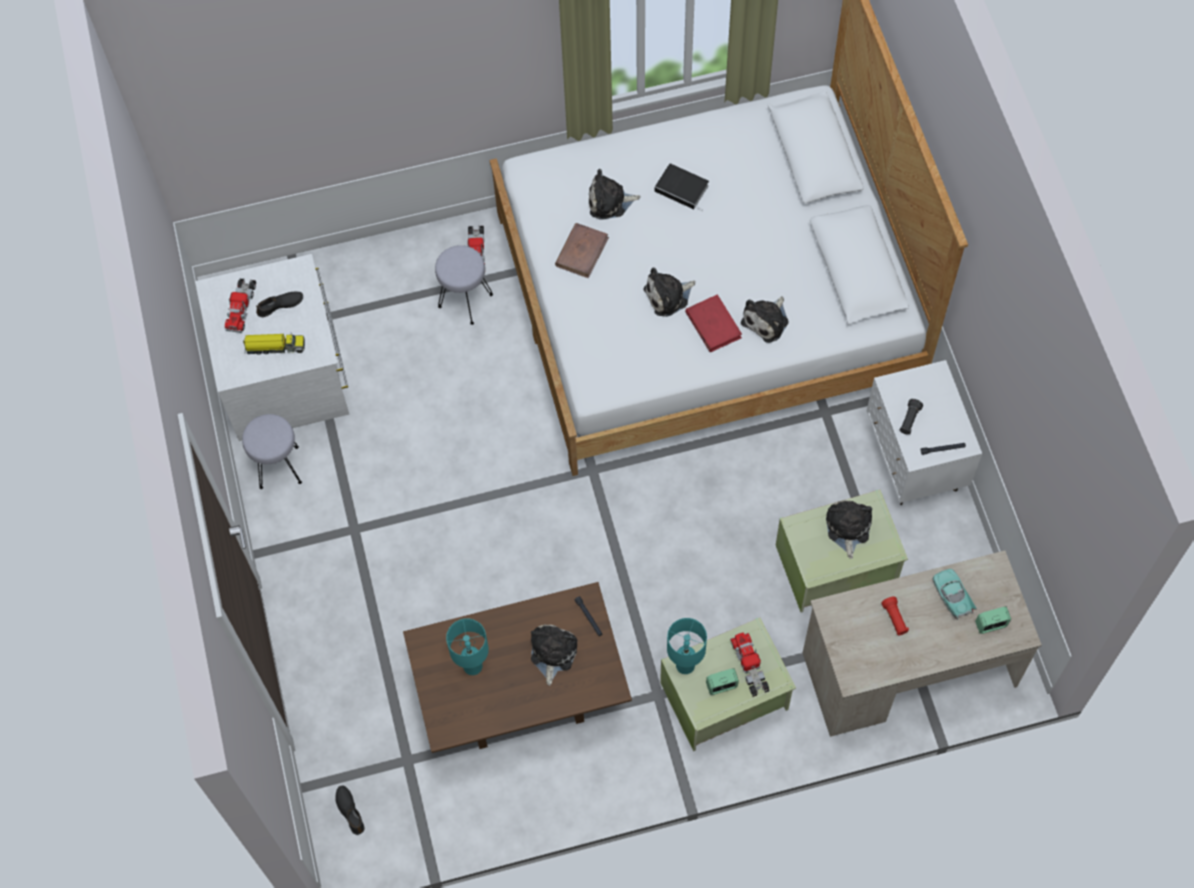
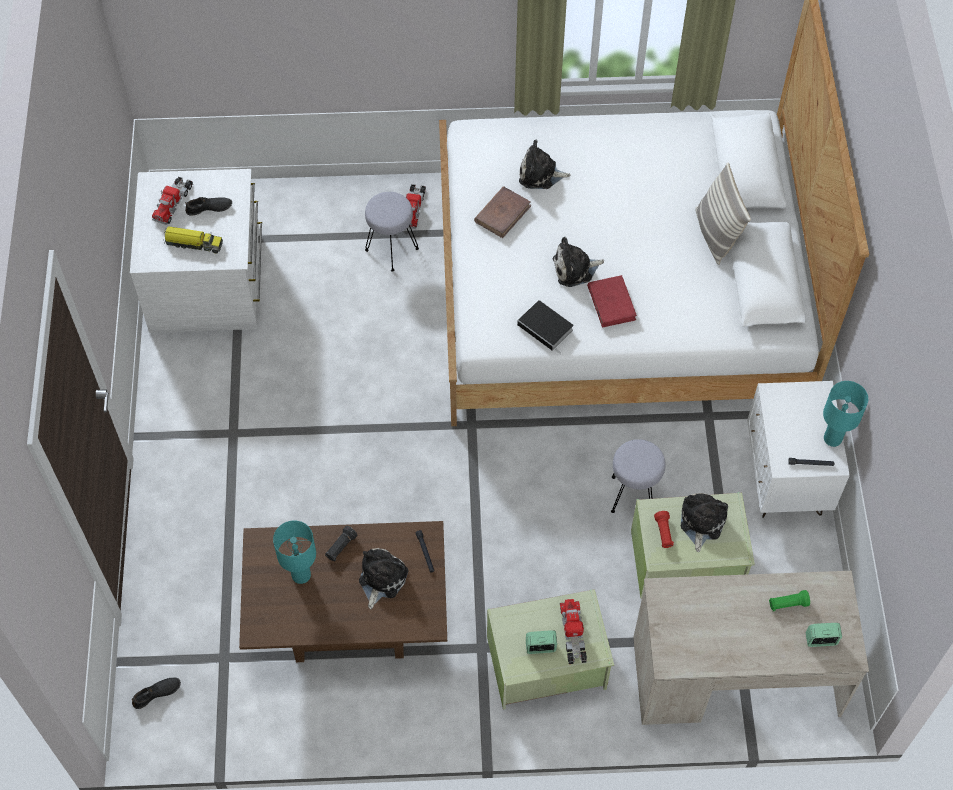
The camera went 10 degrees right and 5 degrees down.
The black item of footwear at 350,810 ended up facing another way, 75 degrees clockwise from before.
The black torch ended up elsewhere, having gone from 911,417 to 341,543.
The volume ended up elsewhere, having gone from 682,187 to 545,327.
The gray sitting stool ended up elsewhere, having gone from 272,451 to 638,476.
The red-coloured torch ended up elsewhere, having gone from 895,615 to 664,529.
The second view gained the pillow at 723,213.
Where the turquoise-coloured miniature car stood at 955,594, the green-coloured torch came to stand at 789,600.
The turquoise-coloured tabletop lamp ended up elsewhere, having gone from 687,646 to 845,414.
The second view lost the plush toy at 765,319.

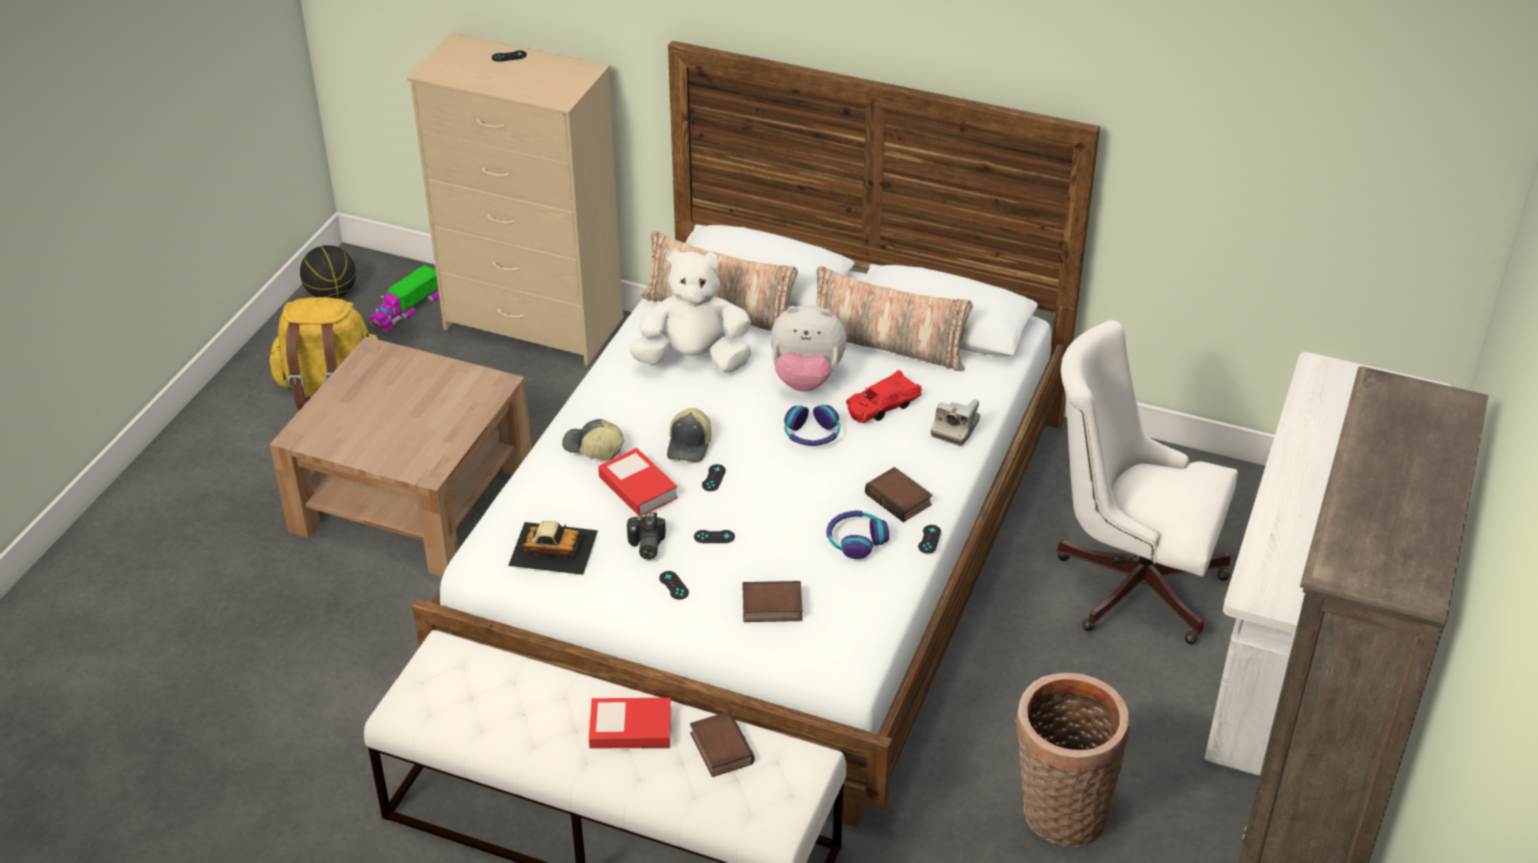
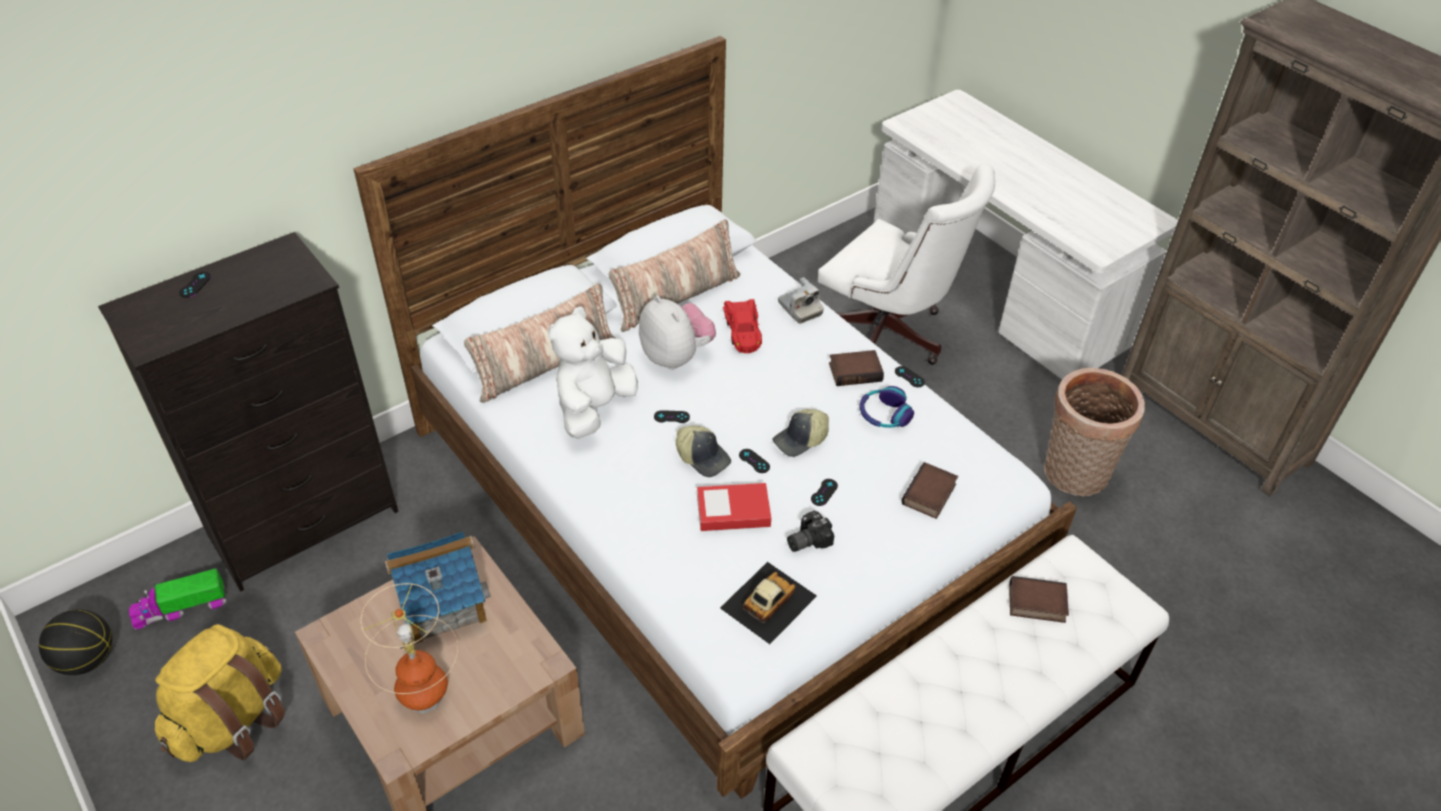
The camera went 60 degrees left and 5 degrees up.
What was the beige dresser at 515,199 turned into the black dresser at 248,412.
The model truck at 404,298 ended up facing another way, 90 degrees clockwise from before.
The second view gained the tabletop lamp at 409,648.
The second view gained the toy house at 438,587.
The plush toy at 808,348 ended up facing another way, 75 degrees counterclockwise from before.
The black game controller ended up elsewhere, having gone from 674,585 to 672,416.
The cap ended up elsewhere, having gone from 593,439 to 800,433.
The still camera at 646,536 ended up facing another way, 120 degrees clockwise from before.
The white computer chair at 1147,482 ended up facing another way, 105 degrees counterclockwise from before.
The second view lost the volume at 630,723.
The second view lost the headphones at 812,425.

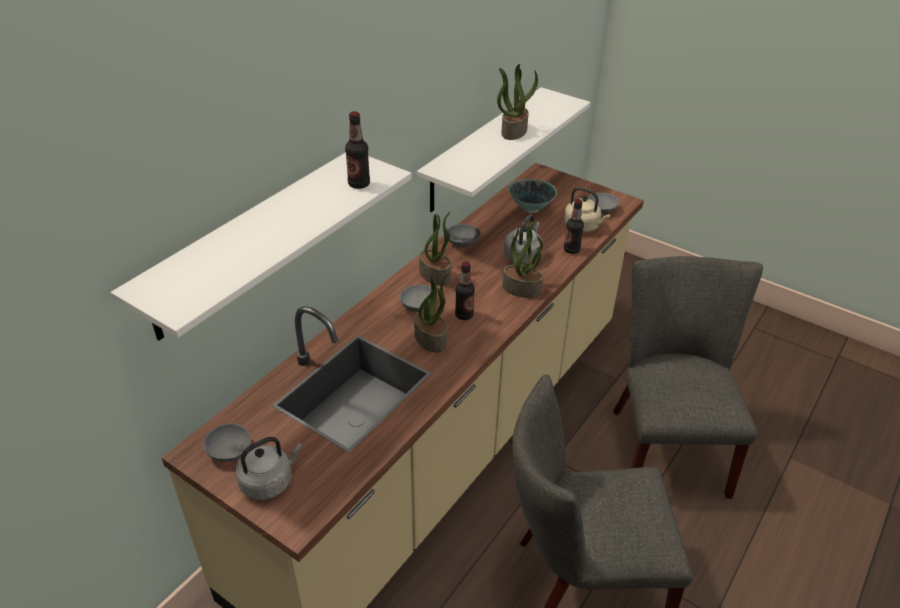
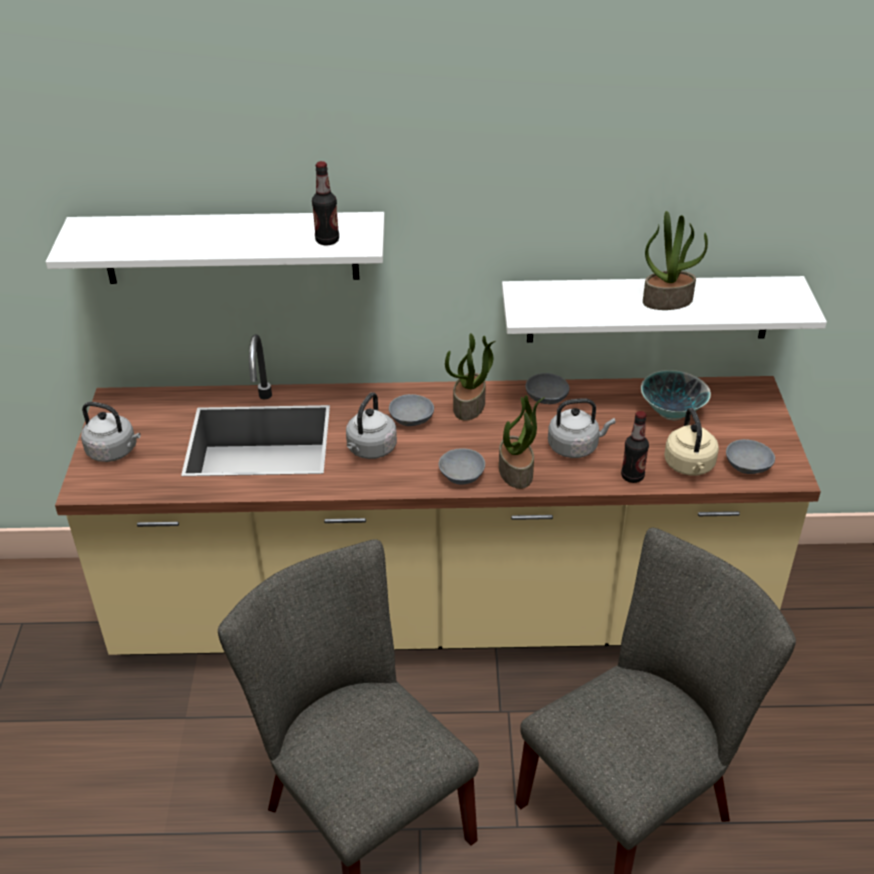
The camera went 55 degrees right and 0 degrees up.
Where the potted plant stood at 432,313, the gray tea kettle came to stand at 371,425.
The gray bowl ended up elsewhere, having gone from 227,442 to 462,466.
The second view lost the drink bottle at 465,290.

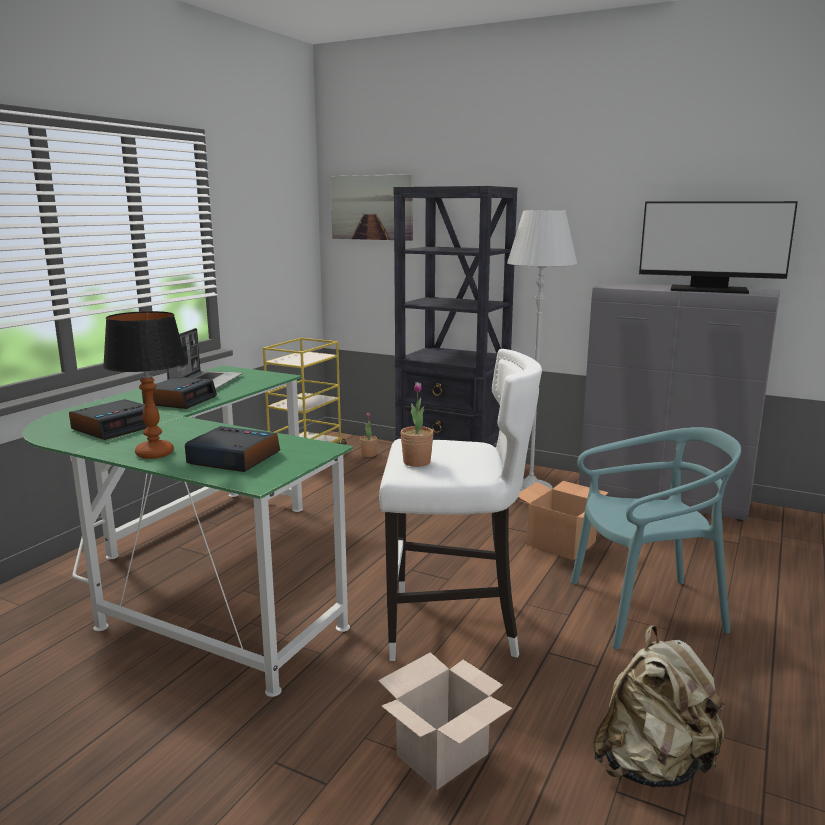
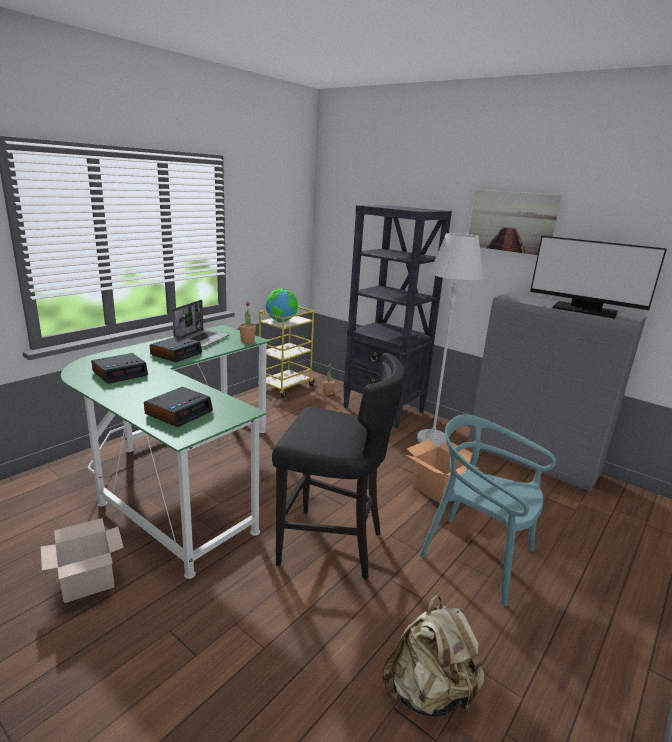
The camera went 10 degrees right and 5 degrees up.
The packing box ended up elsewhere, having gone from 445,721 to 82,560.
The bedside clock at 232,449 ended up facing another way, 90 degrees clockwise from before.
The potted plant ended up elsewhere, having gone from 417,424 to 247,322.
The second view gained the world globe at 282,305.
What was the white sitting stool at 460,505 turned into the black sitting stool at 338,466.
The turquoise-coloured chair at 656,538 ended up facing another way, 150 degrees counterclockwise from before.
The picture ended up elsewhere, having gone from 371,207 to 515,222.
The second view lost the tabletop lamp at 145,385.

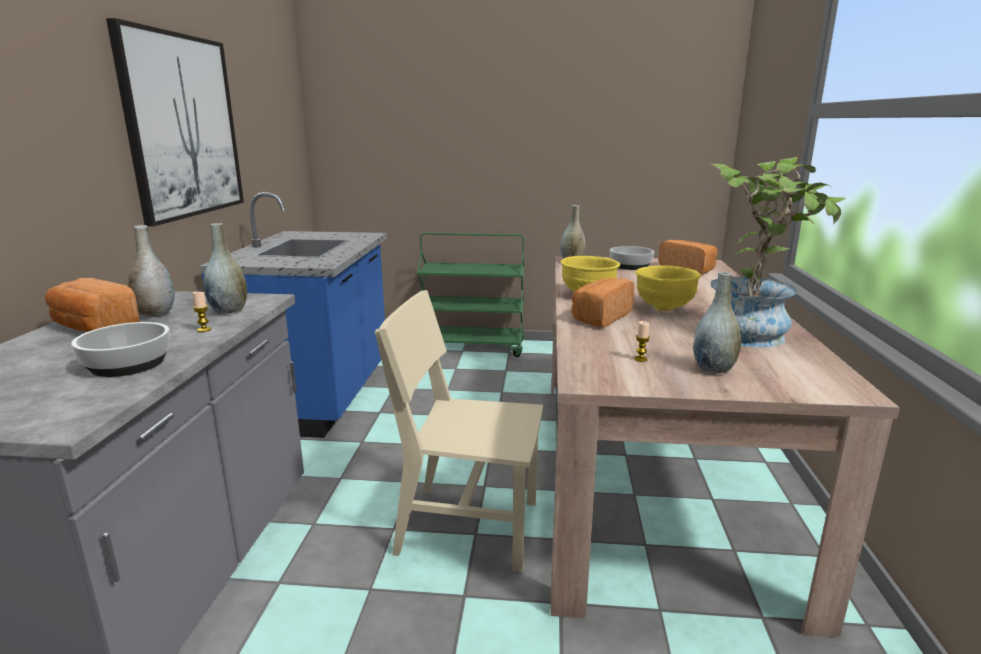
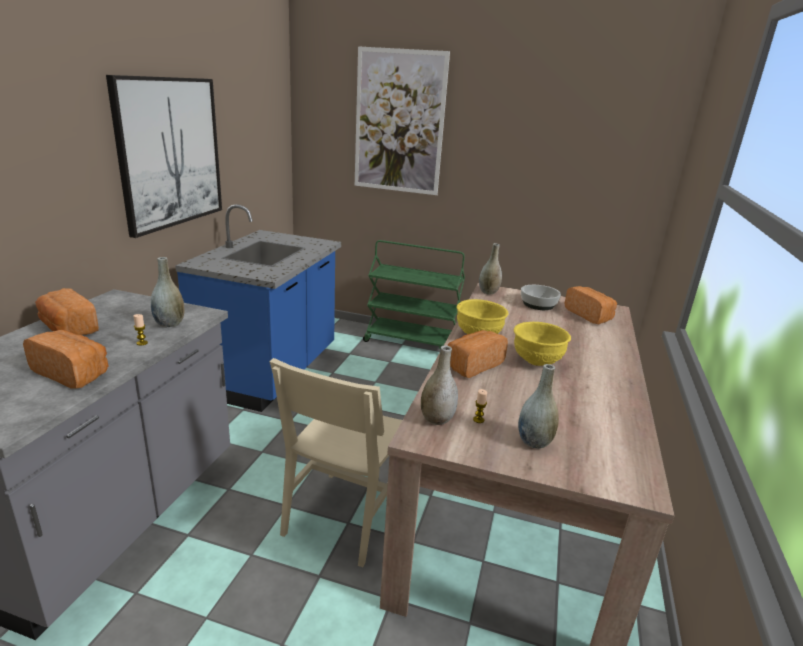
The camera went 10 degrees right and 5 degrees up.
Where the bowl stood at 120,349, the baked bread came to stand at 65,359.
The beige chair at 459,431 ended up facing another way, 90 degrees counterclockwise from before.
The second view gained the picture at 402,120.
The gray decorative vase ended up elsewhere, having gone from 151,271 to 439,385.
The second view lost the potted plant at 777,252.

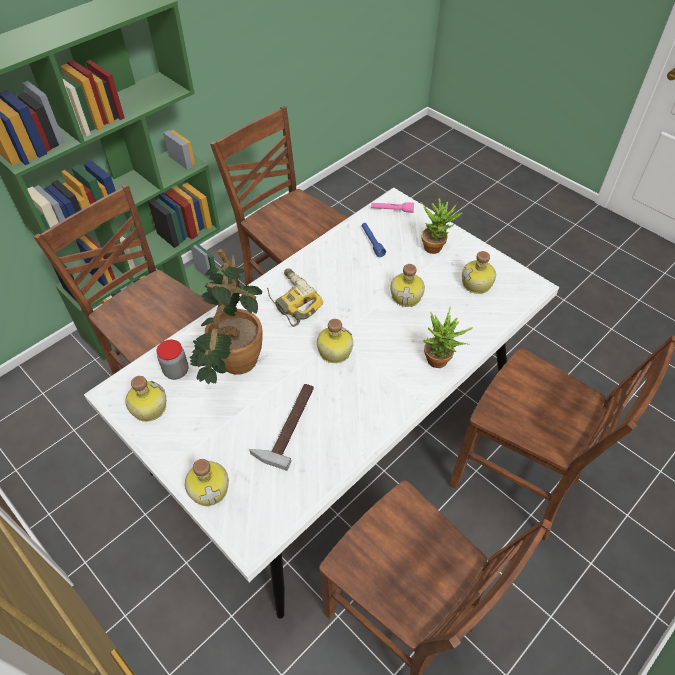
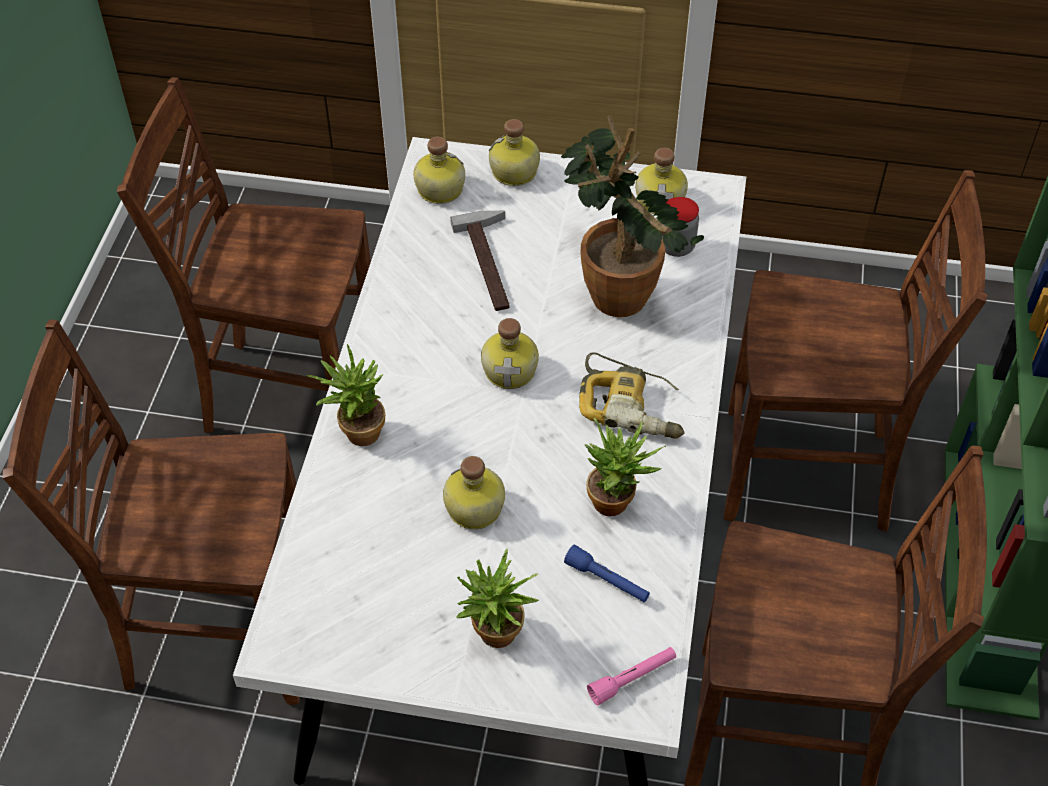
The camera went 145 degrees right and 0 degrees up.
The drink bottle ended up elsewhere, having gone from 479,272 to 439,170.
The second view gained the potted plant at 625,466.

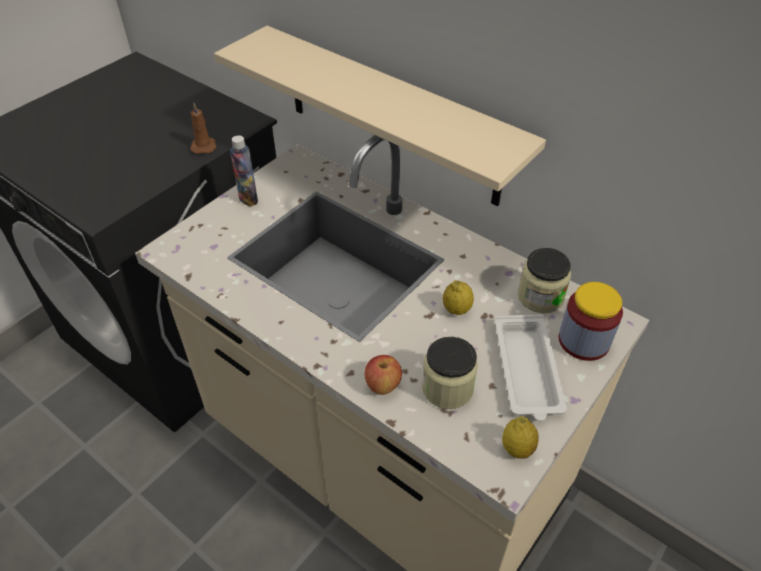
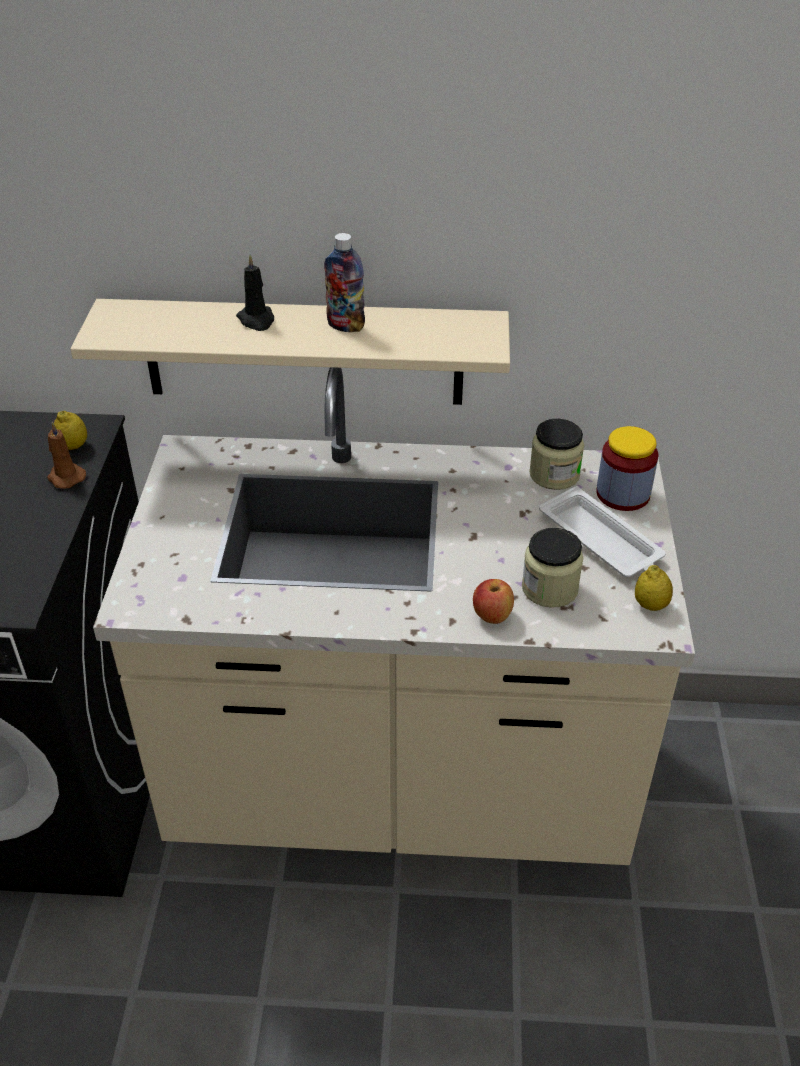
The camera went 35 degrees left and 5 degrees down.
The lemon ended up elsewhere, having gone from 458,297 to 70,430.
The second view gained the black wax light at 255,293.
The drink bottle ended up elsewhere, having gone from 244,171 to 344,282.

